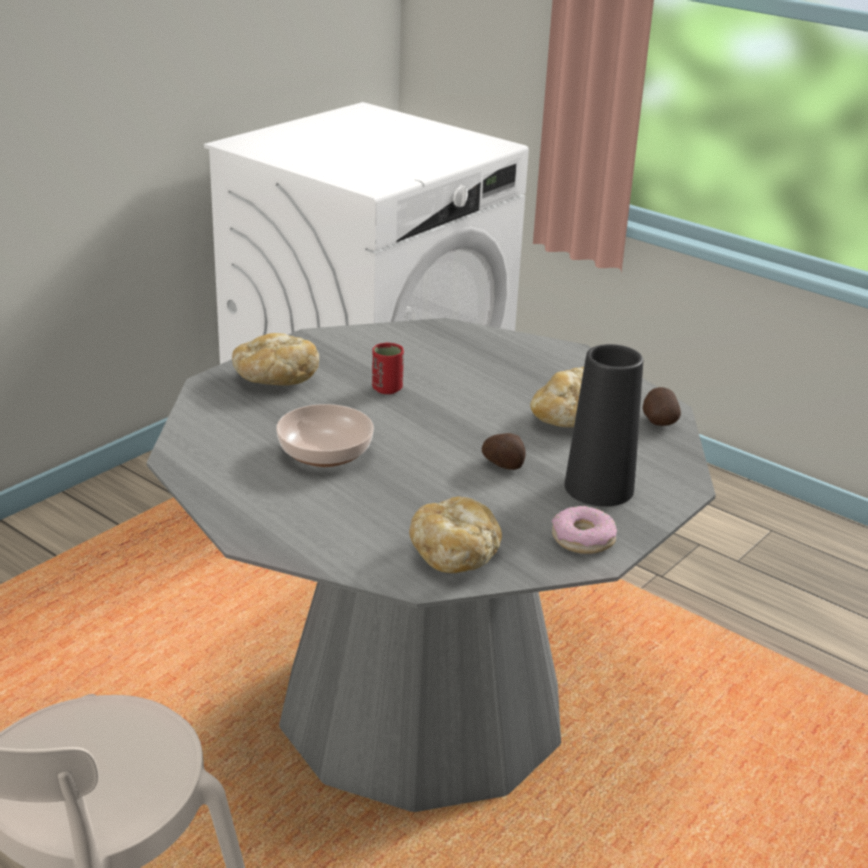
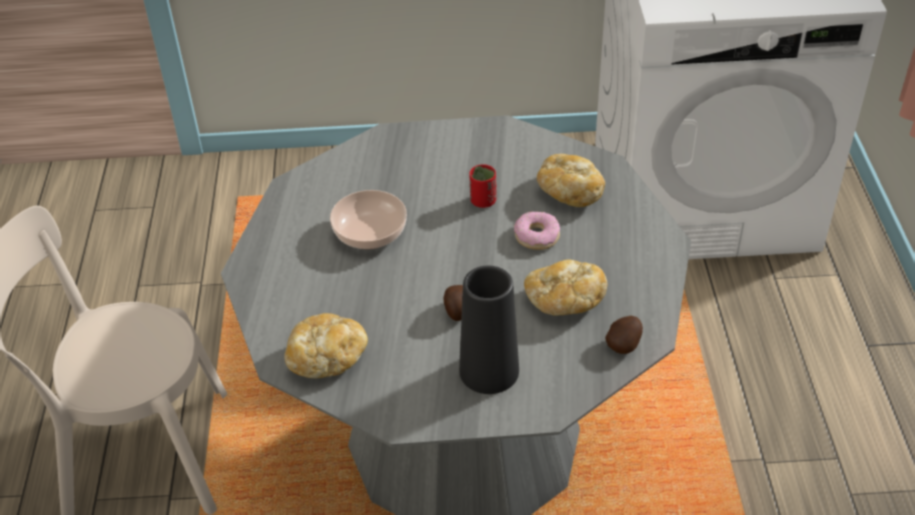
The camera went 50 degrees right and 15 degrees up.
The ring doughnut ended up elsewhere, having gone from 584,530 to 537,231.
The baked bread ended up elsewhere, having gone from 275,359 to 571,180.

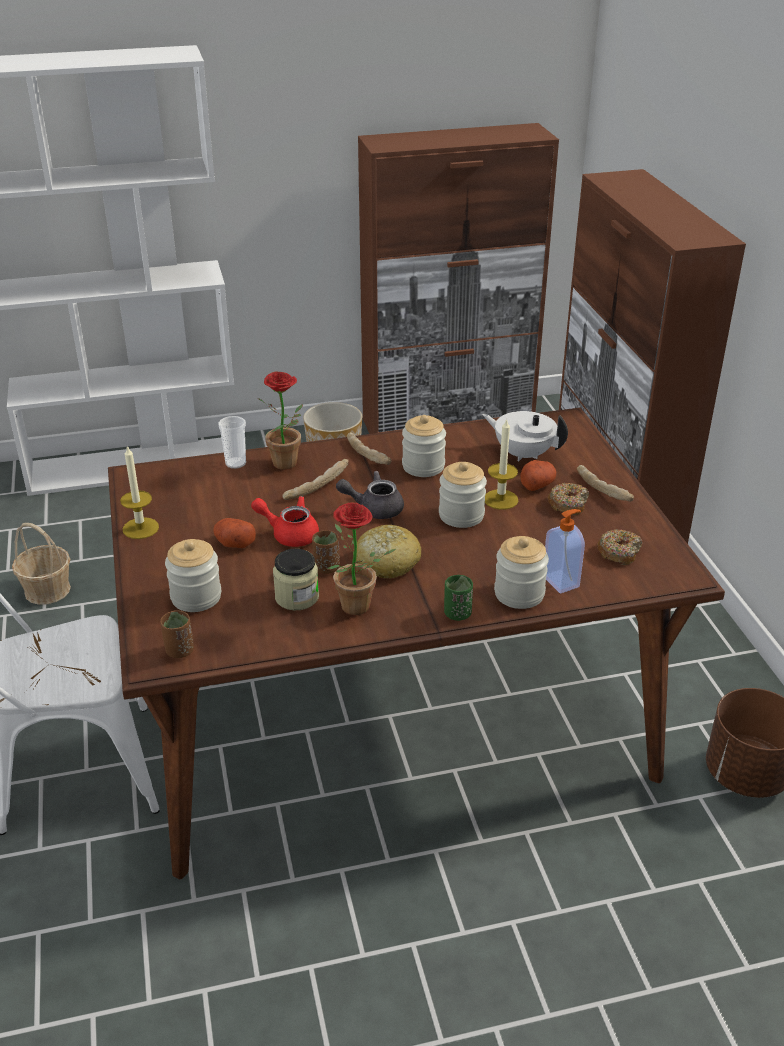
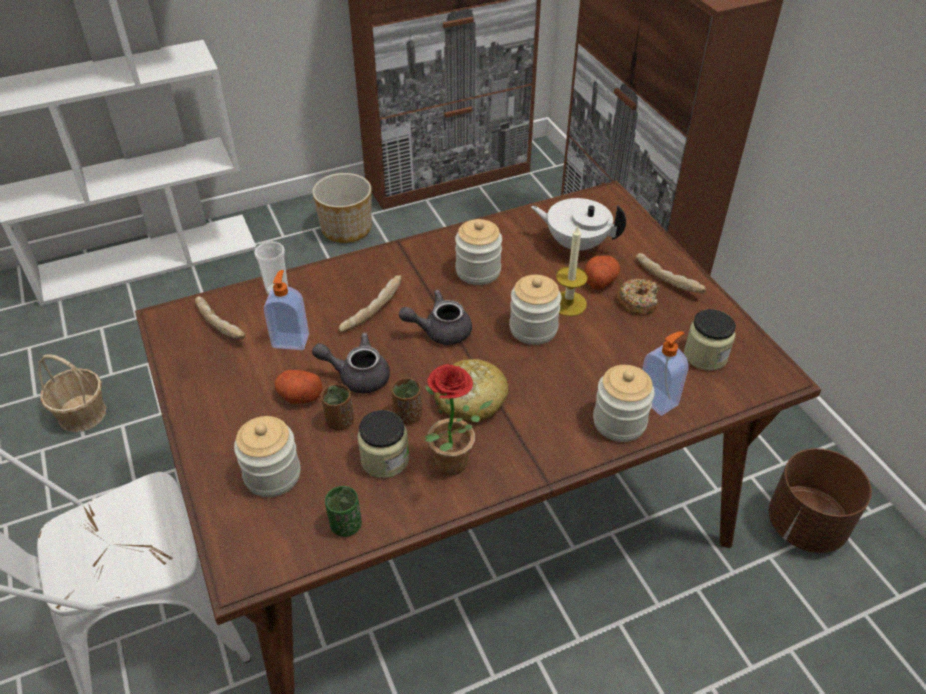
The camera went 10 degrees left and 10 degrees up.
The baked bread ended up elsewhere, having gone from 369,448 to 220,318.
The second view gained the soap bottle at 286,310.
What was the red-coloured tea pot at 285,521 turned into the gray tea pot at 351,363.
The brownish drinking cup ended up elsewhere, having gone from 177,634 to 337,407.
The green-coloured drinking cup ended up elsewhere, having gone from 458,598 to 343,511.
Where the ring doughnut stood at 619,547, the jar came to stand at 710,339.
The second view lost the wax light at 139,492.
The second view lost the potted plant at 280,420.

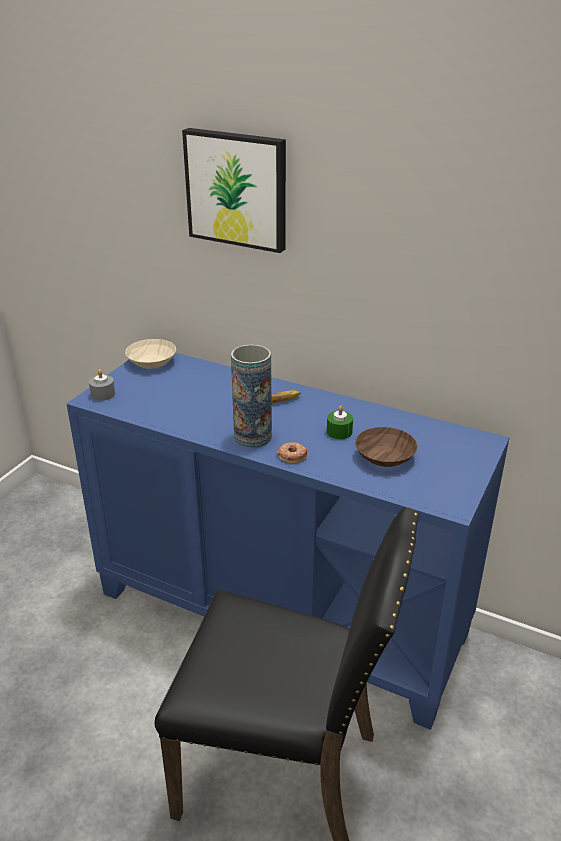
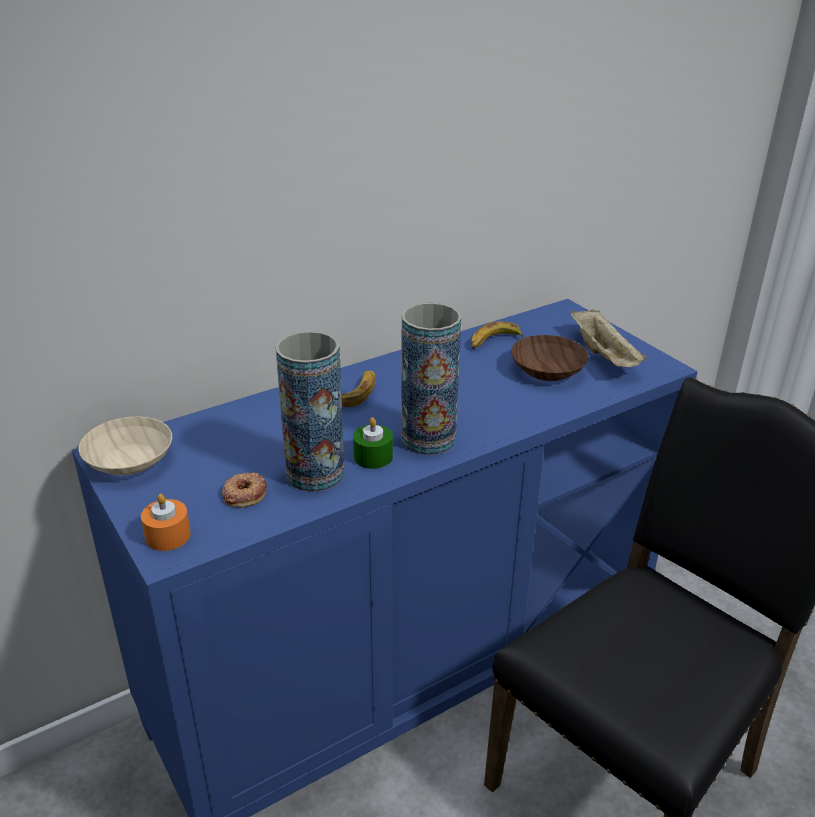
The camera went 60 degrees left and 0 degrees up.
What was the gray wax light at 102,385 turned into the orange-coloured wax light at 166,522.
The ring doughnut ended up elsewhere, having gone from 292,452 to 244,490.
The second view gained the decorative vase at 310,411.
The green-coloured wax light ended up elsewhere, having gone from 340,422 to 373,443.
The second view gained the banana fruit at 497,335.
The second view gained the beige tray at 608,338.
The second view lost the picture at 234,190.

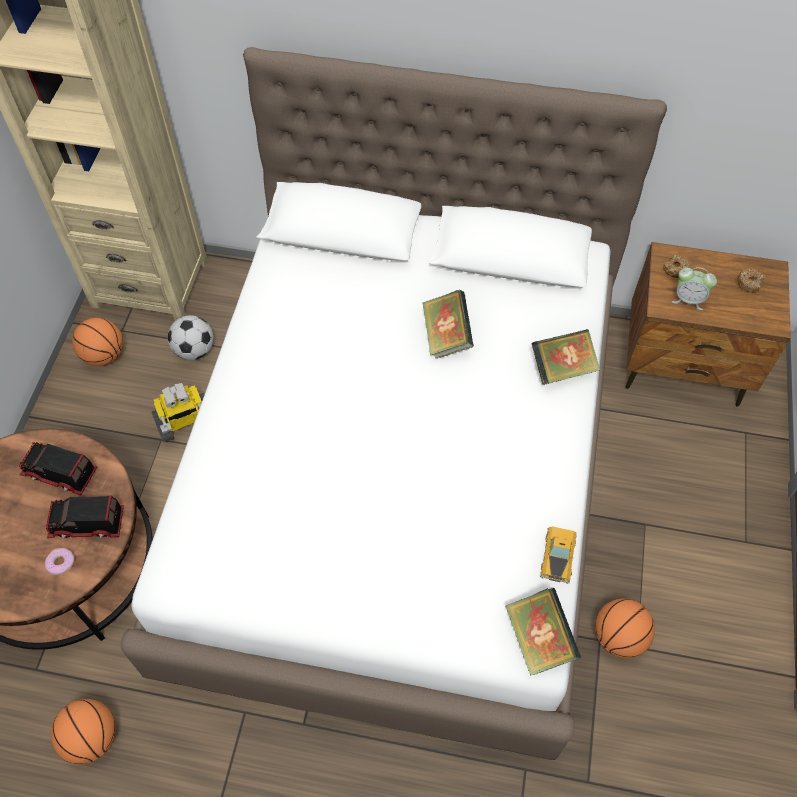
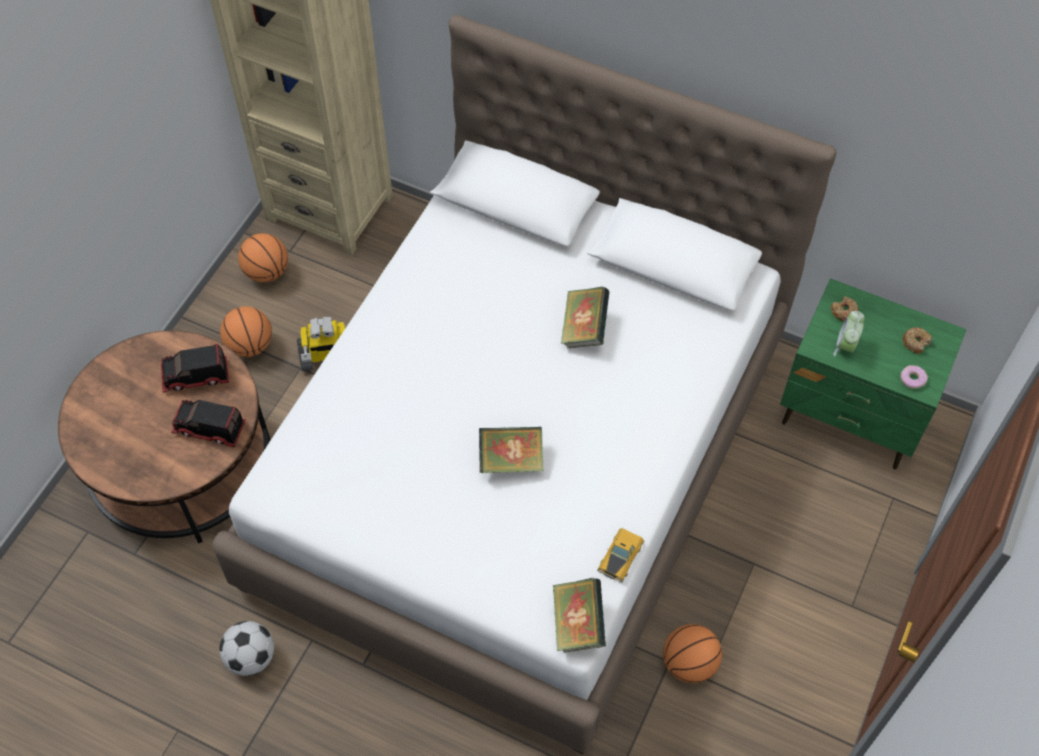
The camera went 15 degrees right and 0 degrees up.
The model truck at 58,469 ended up facing another way, 45 degrees counterclockwise from before.
The football ended up elsewhere, having gone from 191,337 to 246,648.
The basketball ball ended up elsewhere, having gone from 83,731 to 246,331.
The volume ended up elsewhere, having gone from 566,357 to 511,450.
What was the brownish bedside table at 708,324 turned into the green-coloured bedside table at 873,373.
The bedside clock at 694,288 ended up facing another way, 75 degrees clockwise from before.
The ring doughnut ended up elsewhere, having gone from 60,561 to 914,377.

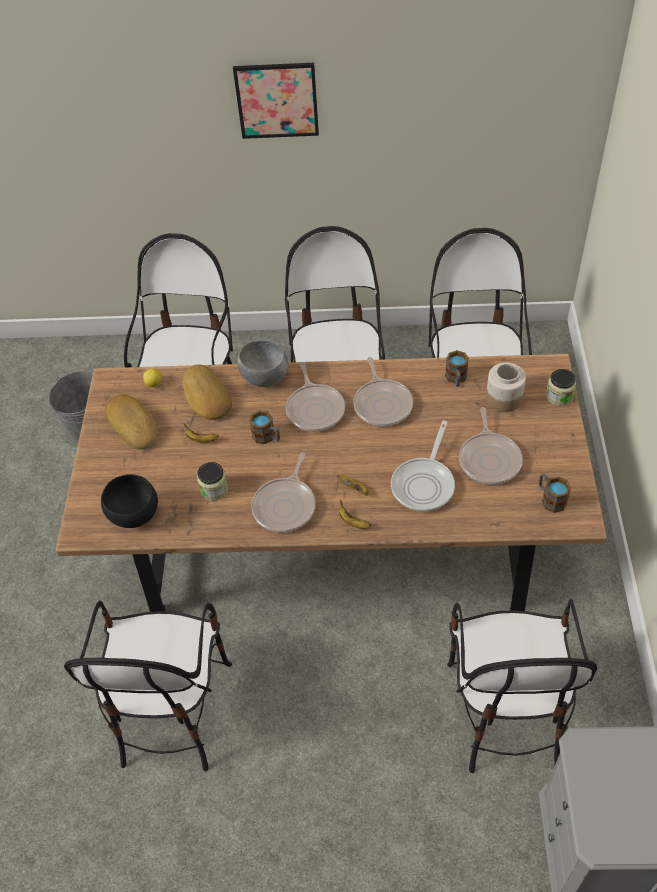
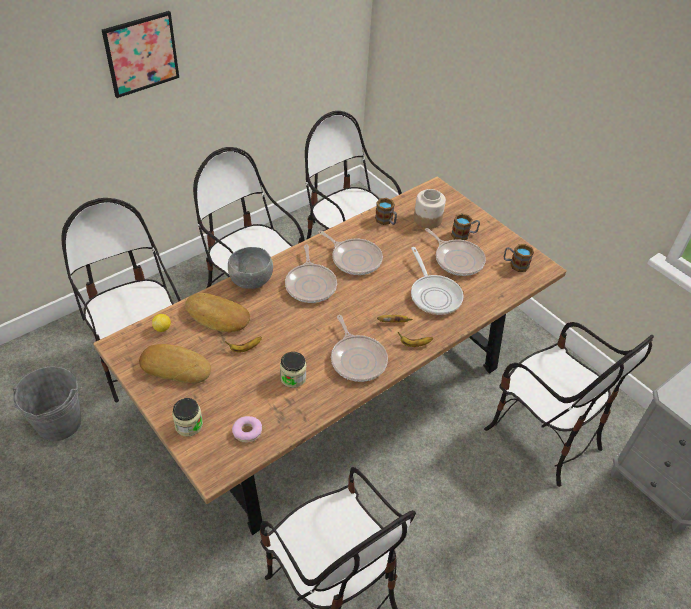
The camera went 45 degrees left and 5 degrees down.
The jar ended up elsewhere, having gone from 561,387 to 187,417.
Where the black bowl stood at 129,501, the ring doughnut came to stand at 247,429.
The frying pan at 315,397 ended up facing another way, 45 degrees clockwise from before.
The coffee mug ended up elsewhere, having gone from 264,427 to 465,226.

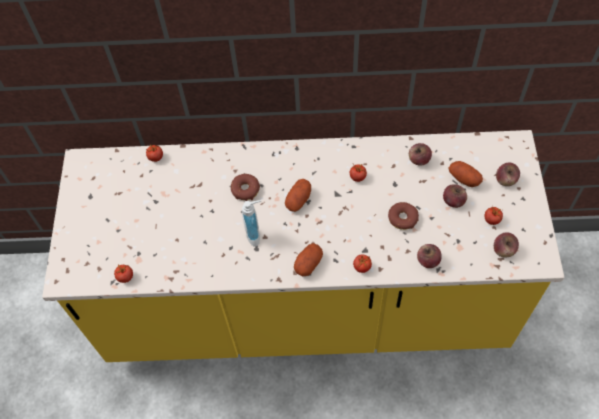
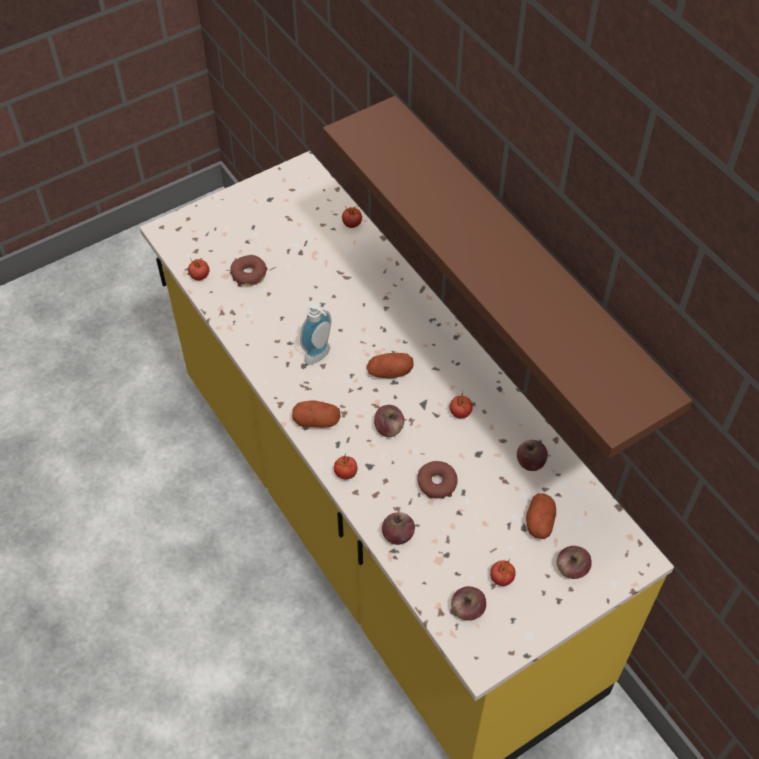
The camera went 55 degrees right and 5 degrees down.
The ring doughnut ended up elsewhere, having gone from 245,187 to 248,270.
The second view gained the brownish shelf at 508,277.
The apple ended up elsewhere, having gone from 455,196 to 389,421.

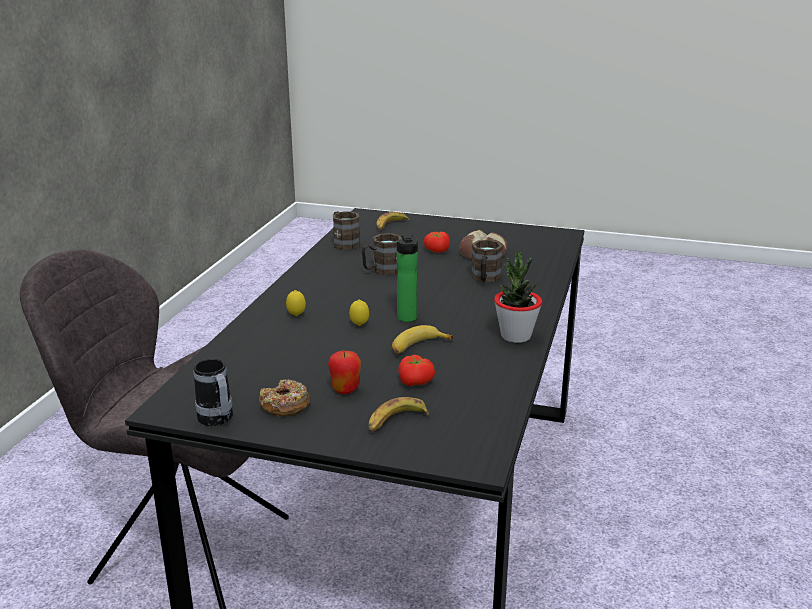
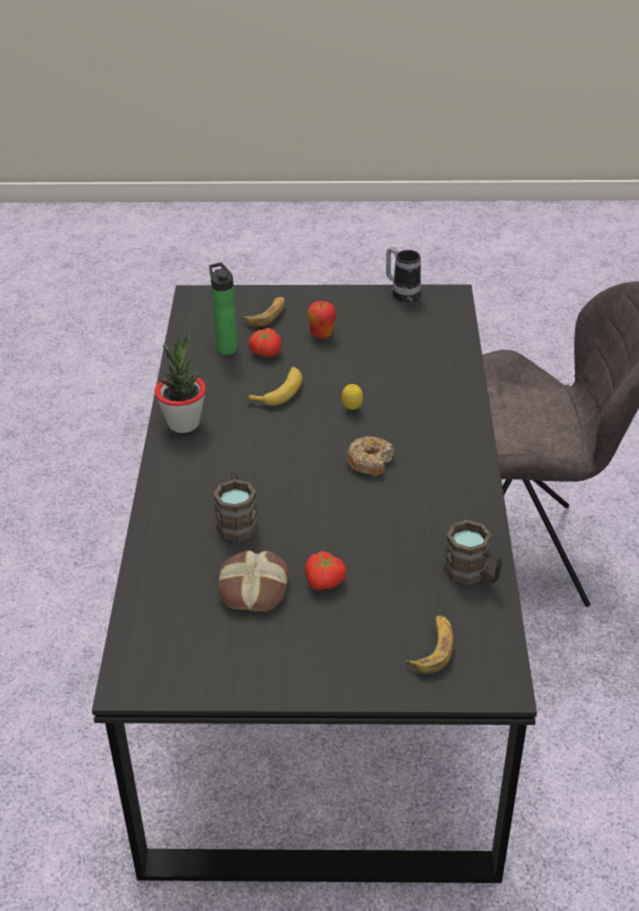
The camera went 165 degrees right and 15 degrees up.
The drink bottle ended up elsewhere, having gone from 407,277 to 223,309.
The ring doughnut ended up elsewhere, having gone from 284,398 to 370,456.
The second view lost the lemon at 296,303.
The second view lost the brownish coffee mug at 382,254.

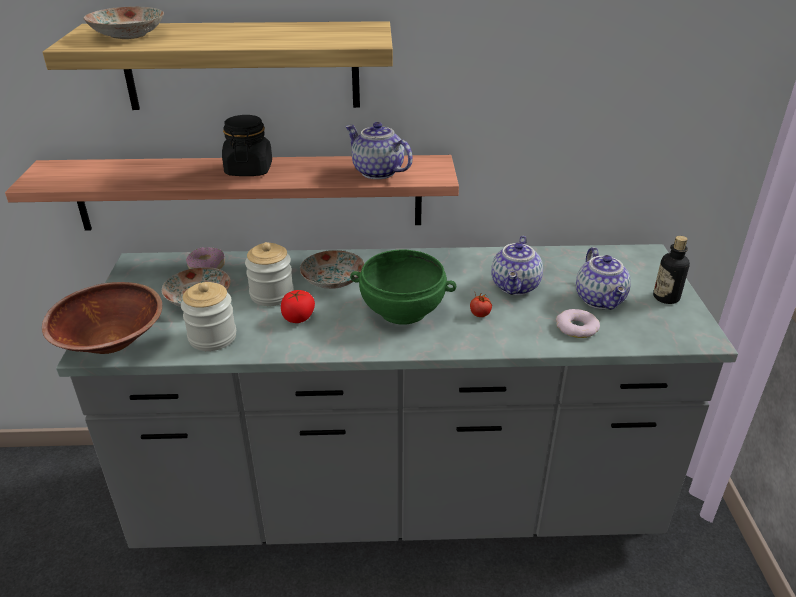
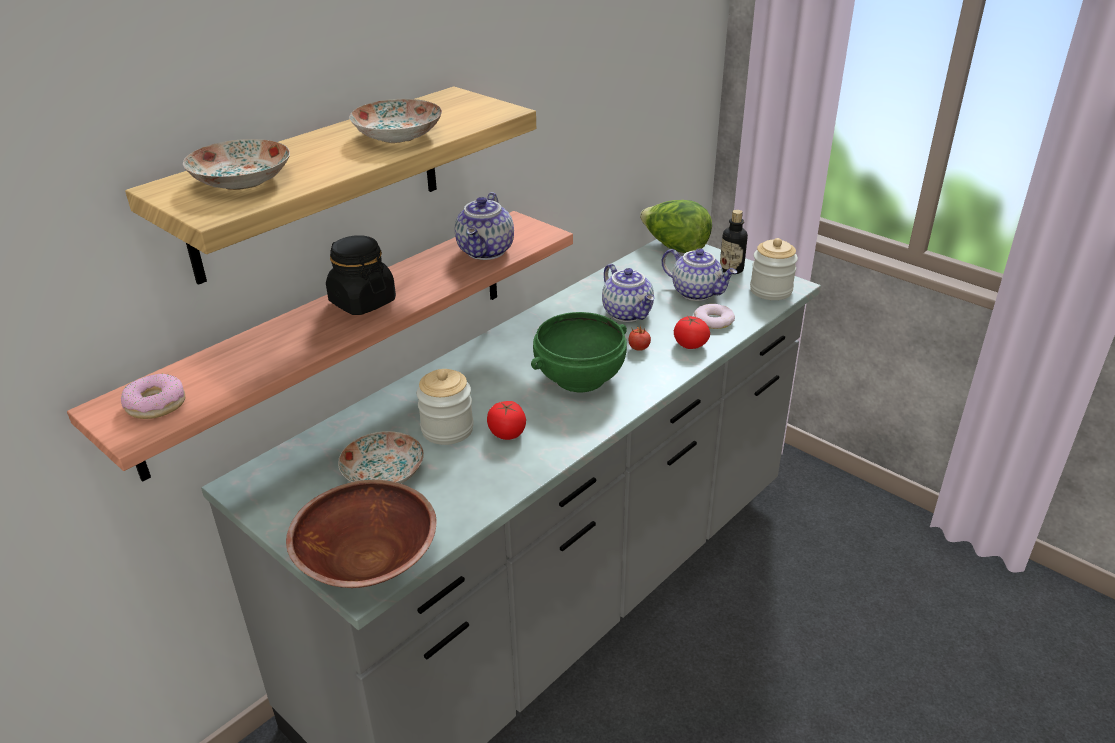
The camera went 45 degrees left and 0 degrees up.
The ring doughnut ended up elsewhere, having gone from 205,258 to 153,396.
The plate ended up elsewhere, having gone from 332,269 to 395,121.
The tea pot at 379,150 ended up facing another way, 75 degrees counterclockwise from before.
The second view gained the head of lettuce at 676,226.
The second view gained the whole tomato at 692,332.
The jar ended up elsewhere, having gone from 208,316 to 774,269.

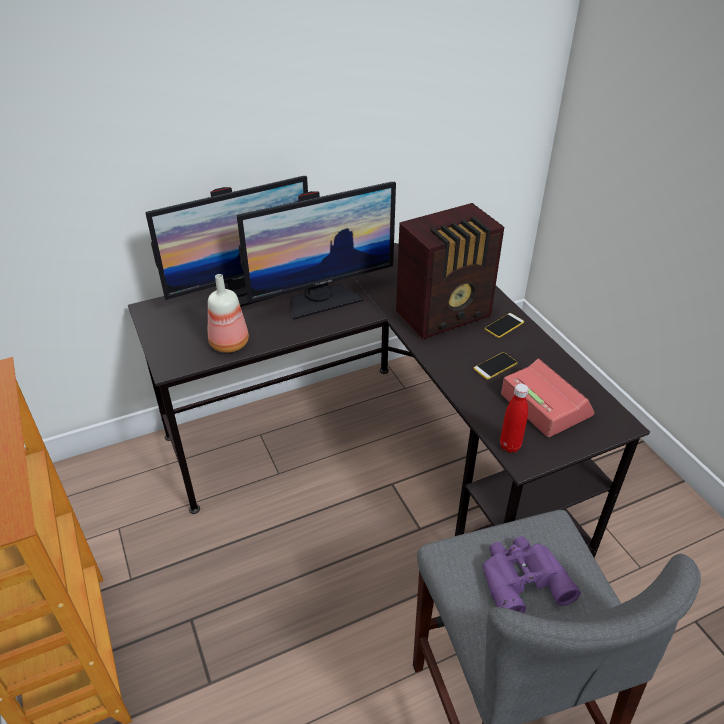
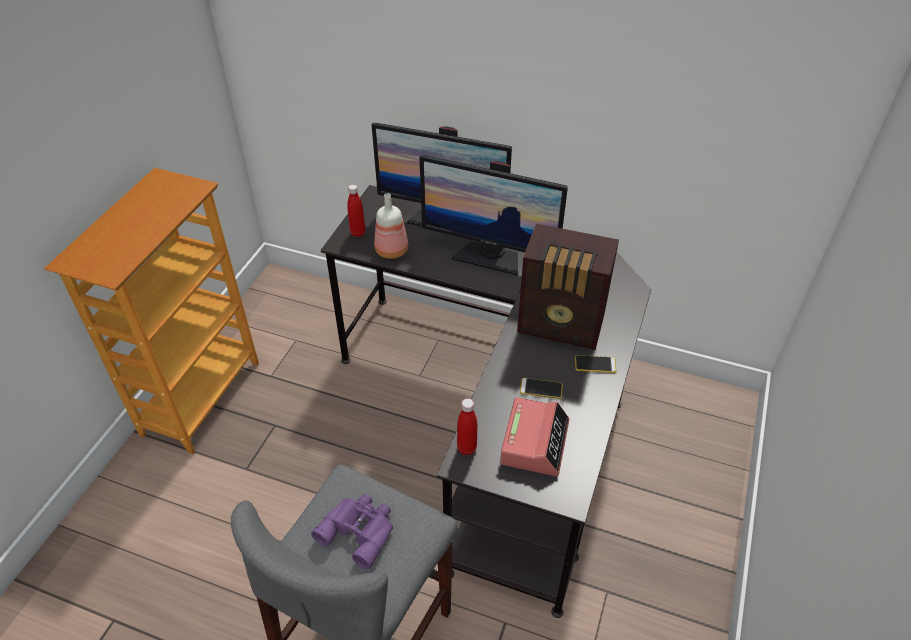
The camera went 45 degrees right and 5 degrees up.
The second view gained the red-coloured drink bottle at 356,211.

